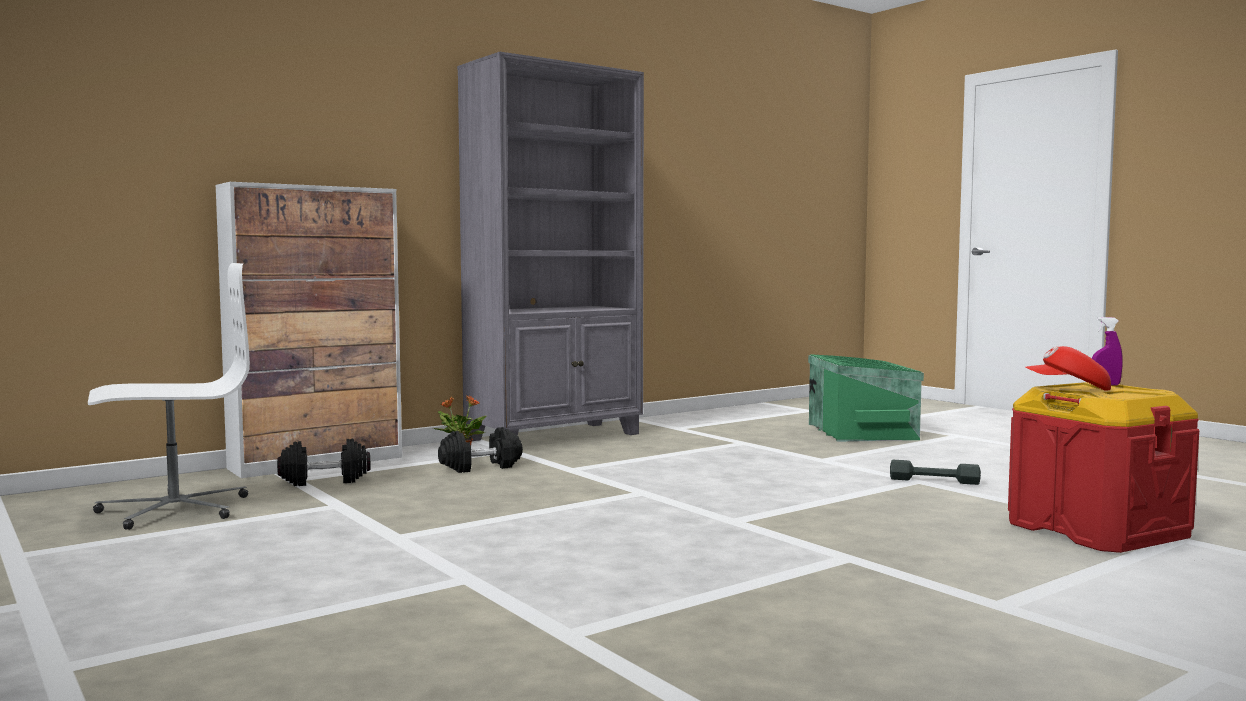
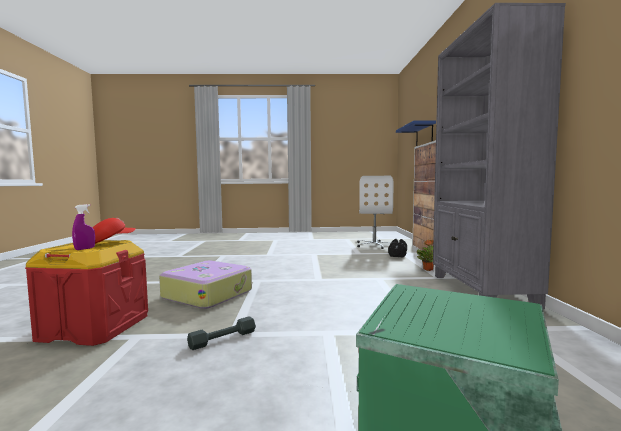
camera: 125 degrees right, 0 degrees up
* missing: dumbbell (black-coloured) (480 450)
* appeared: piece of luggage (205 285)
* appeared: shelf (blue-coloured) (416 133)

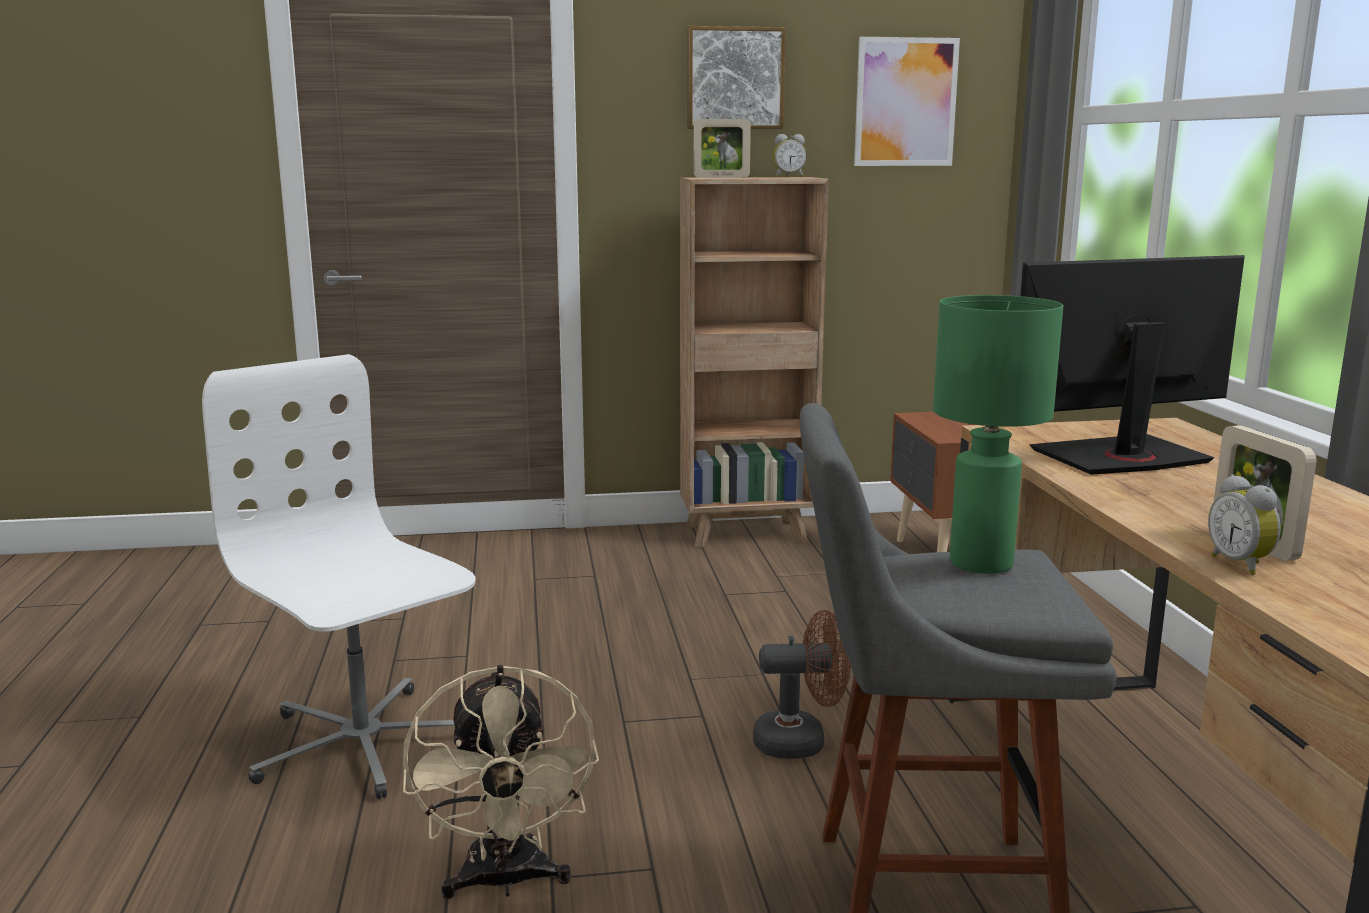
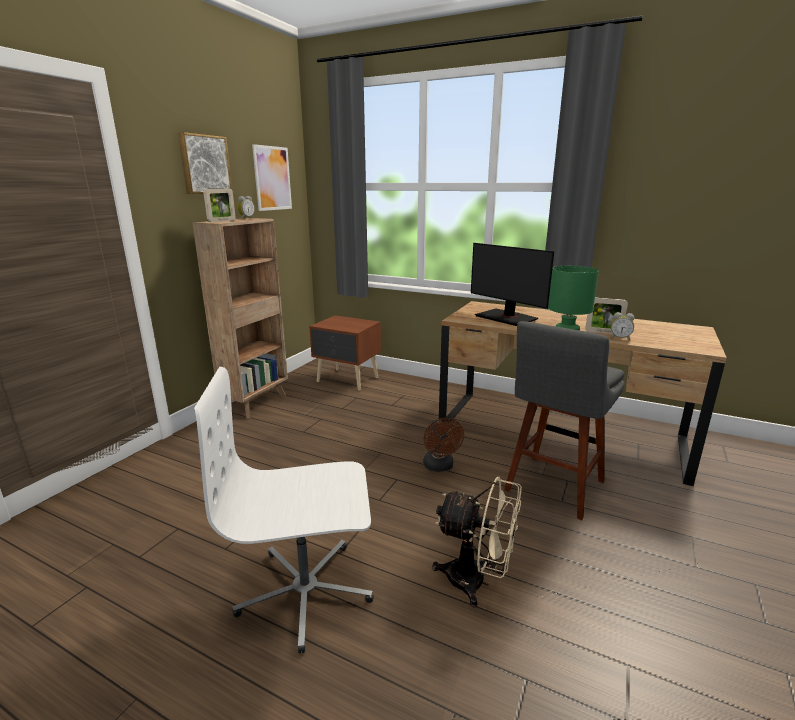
camera: 55 degrees left, 5 degrees up
* spun: cooling fan (brownish) (801 684) = (443 445) 135 degrees clockwise
* spun: computer display (1132 365) = (512 284) 60 degrees counterclockwise

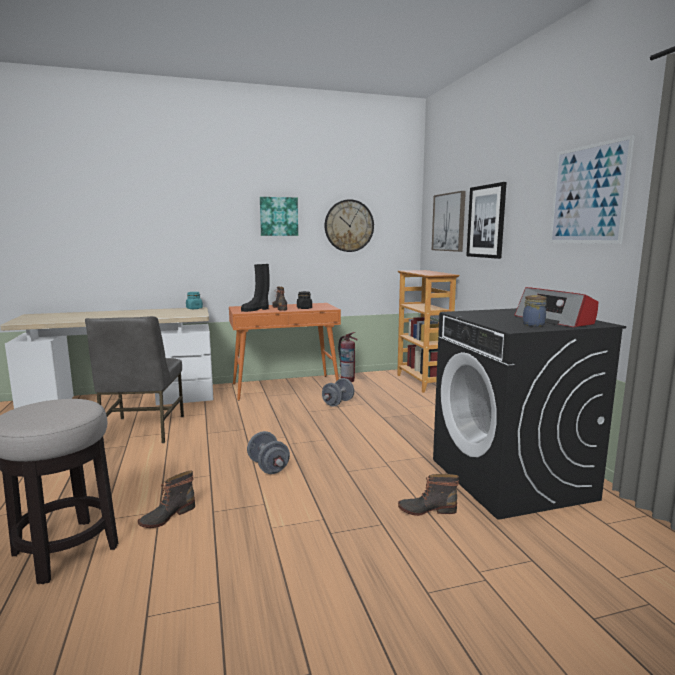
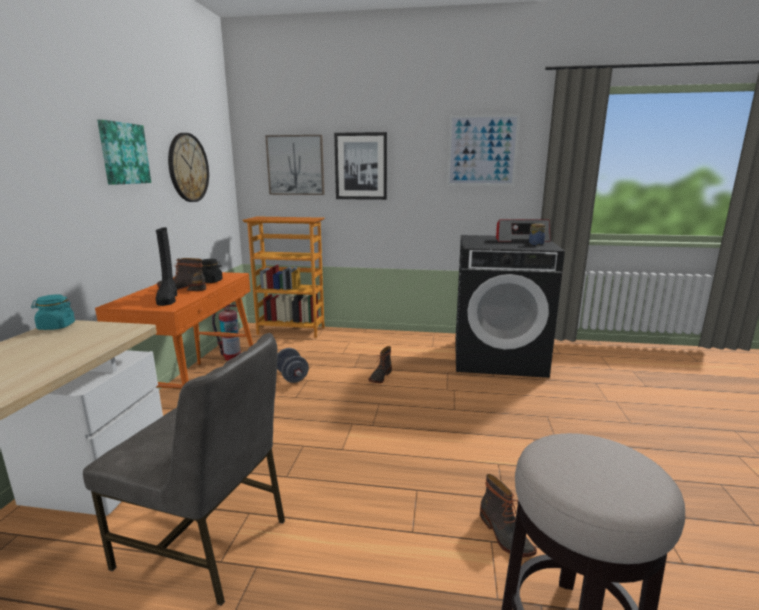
camera: 65 degrees left, 5 degrees up
* missing: dumbbell (gray) (268 452)
* relocated: high-top boot (428 495) to (380 364)

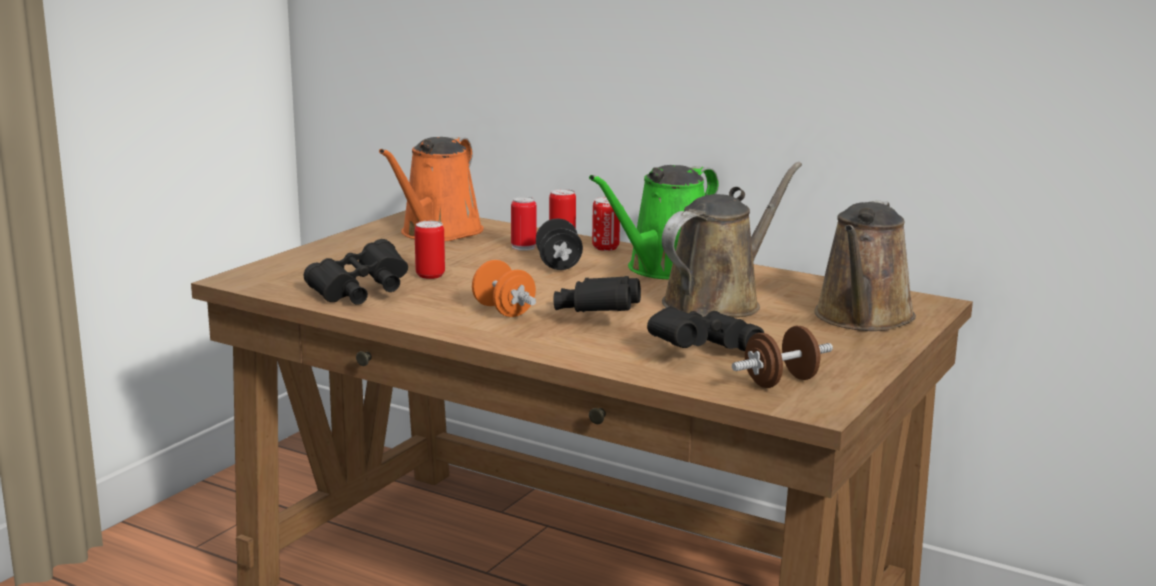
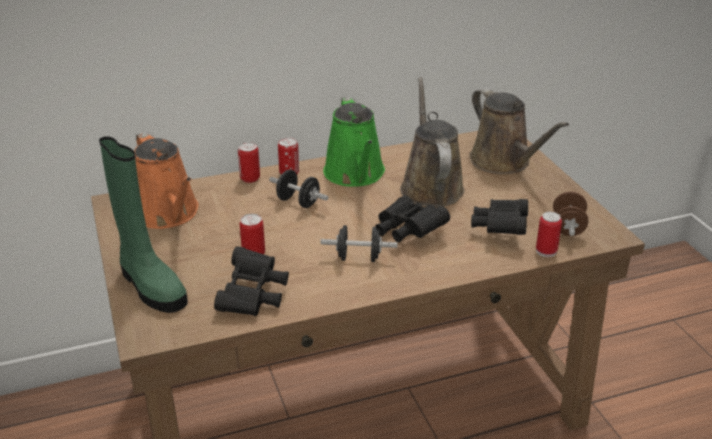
camera: 50 degrees left, 15 degrees up
* appeared: high-top boot (green) (143 224)
* relocated: sealed can (524 224) to (549 234)
* colour: dumbbell (orangey) (504 288) to dumbbell (black-coloured) (359 243)

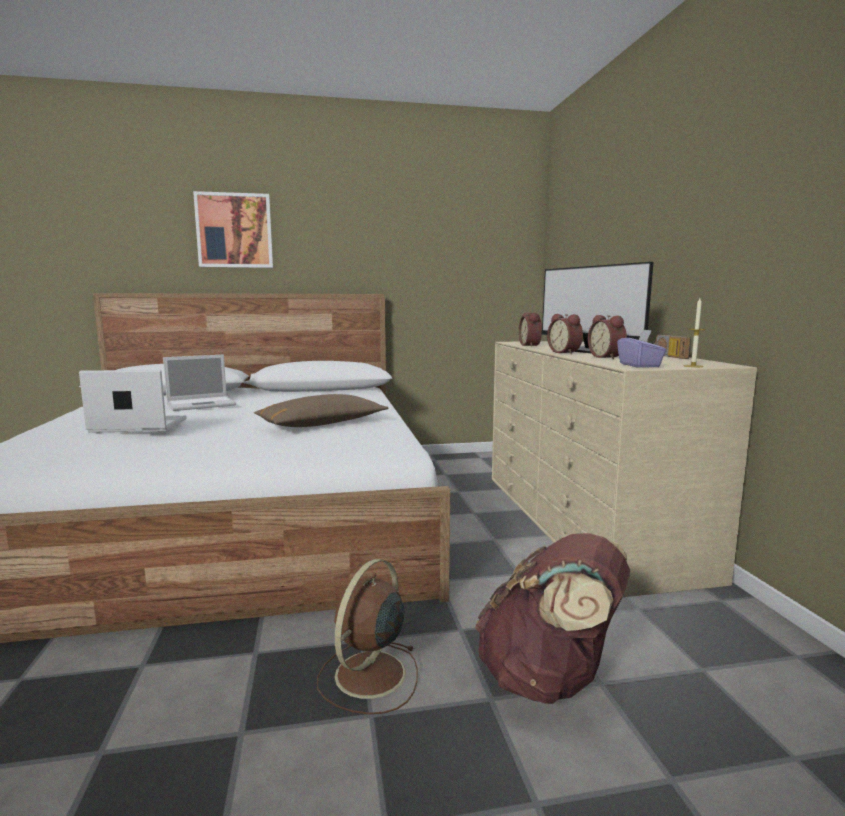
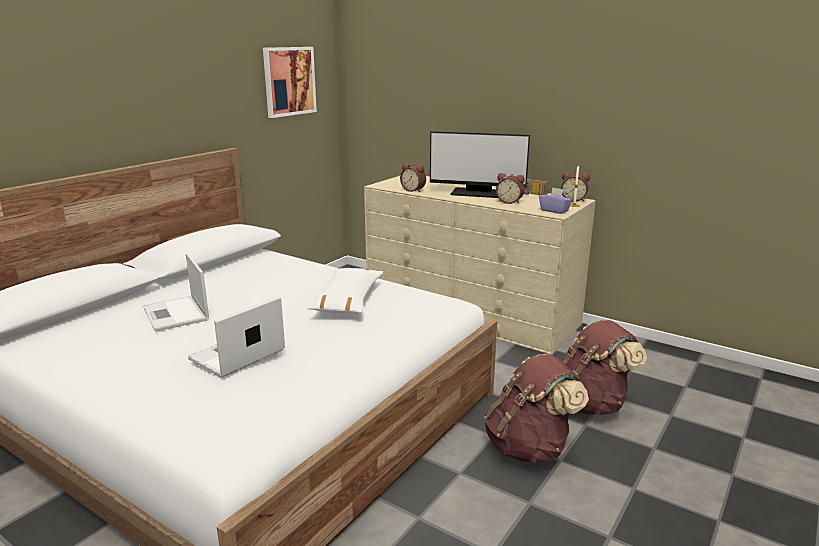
camera: 45 degrees left, 10 degrees up
* relocated: wall art (233 229) to (290 82)
* relocated: bedside clock (565 334) to (575 187)
* exchanged: cooling fan (brownish) (367 636) to backpack (brownish) (536 408)
* colour: cushion (brownish) (321 410) to cushion (white-coloured) (345 290)
* spun: portable computer (199 383) = (176 292) 135 degrees clockwise

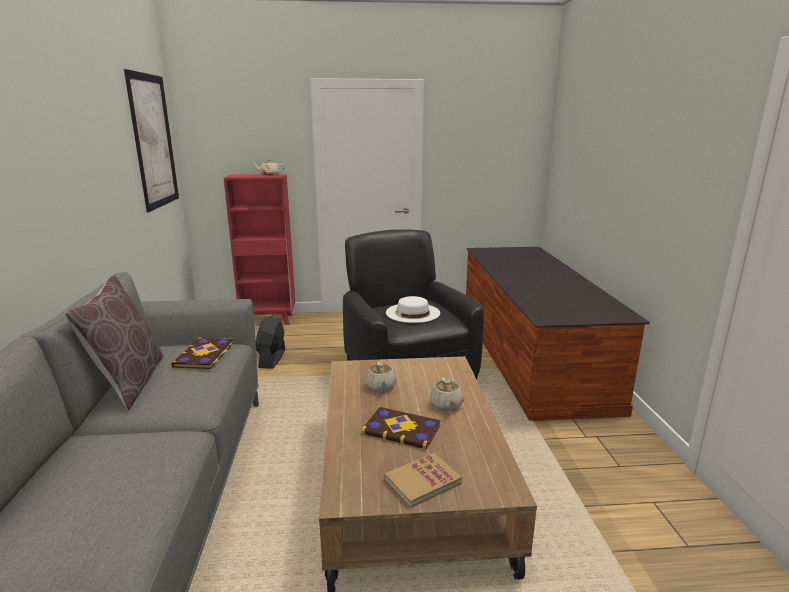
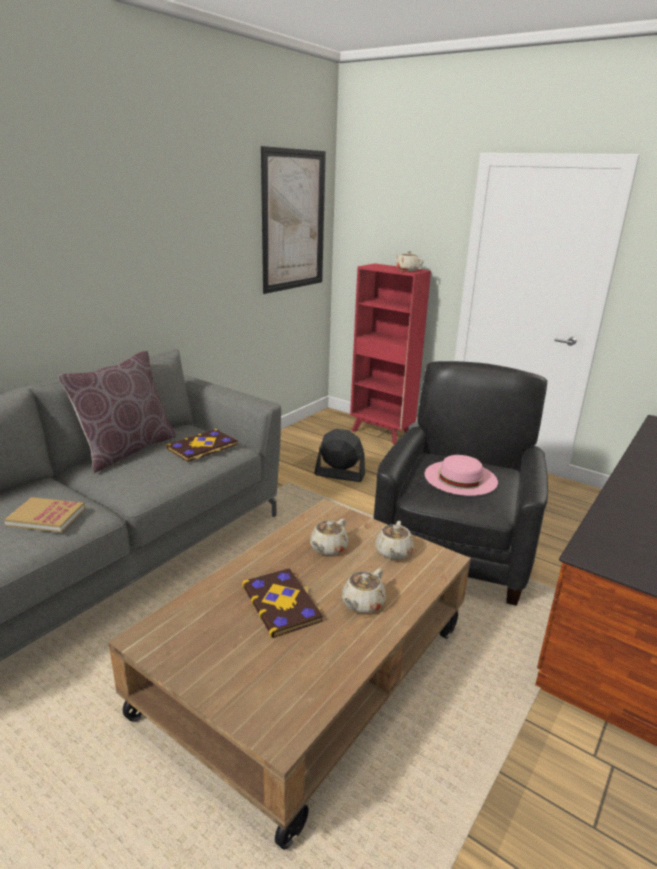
camera: 40 degrees right, 5 degrees up
* appeared: teapot (beige) (395 540)
* relocated: book (423 480) to (44 515)
* colour: clothing hat (white-coloured) (413 309) to clothing hat (pink-coloured) (461 475)
* spun: cooling fan (black-coloured) (270 342) = (339 455) 60 degrees clockwise

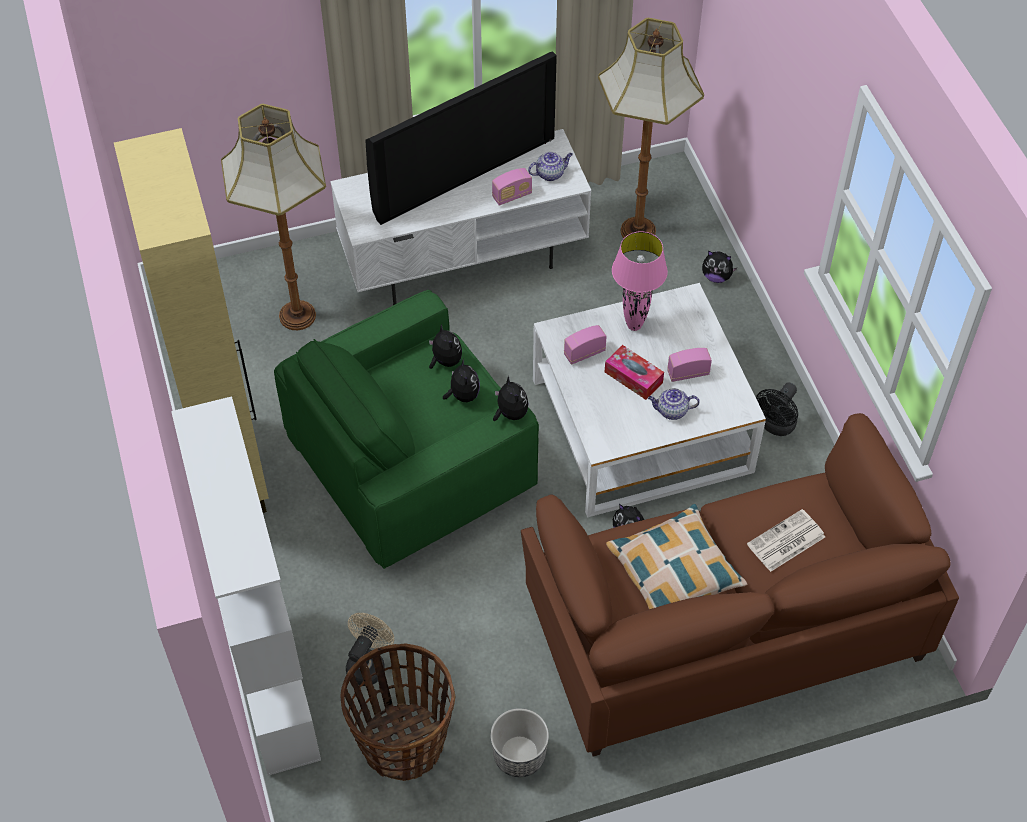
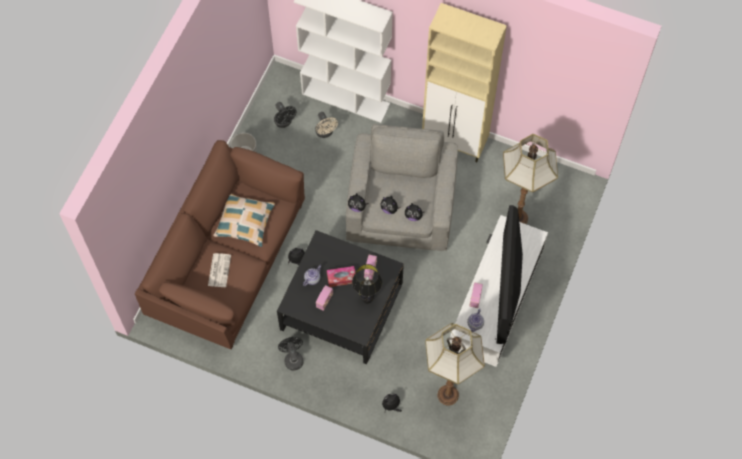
camera: 130 degrees right, 10 degrees up
* exchanged: household basket (398 712) to cooling fan (black-coloured) (285 115)
* colour: lounge chair (green) (406 429) to lounge chair (gray) (402 187)
* colour: lounge table (white-coloured) (649 400) to lounge table (black-coloured) (340 297)
* colour: lamp for a table (pink-coloured) (640 281) to lamp for a table (black-coloured) (367 284)

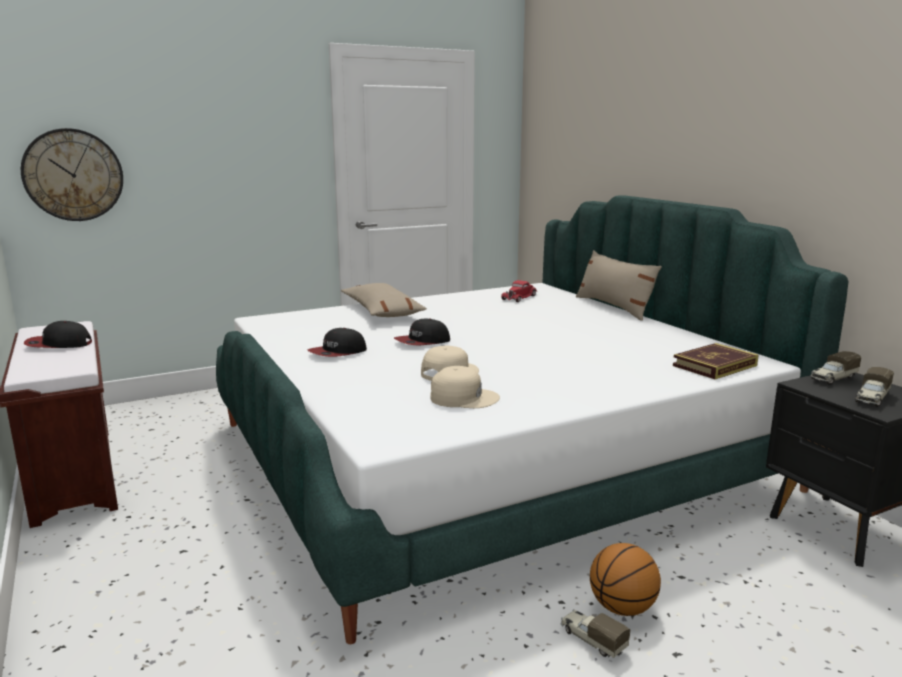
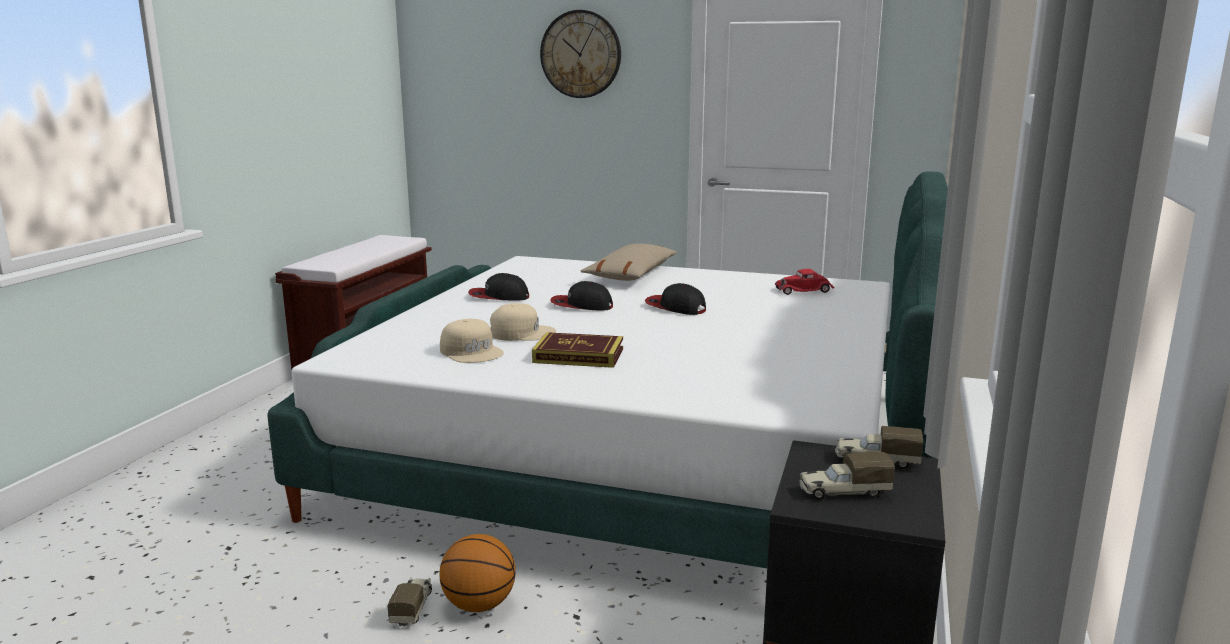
camera: 45 degrees right, 0 degrees up
* missing: cushion (beige) (619 285)
* relocated: clock on the wall (72 174) to (580 54)
* relocated: baseball cap (58 334) to (675 299)
* relocated: book (716 361) to (577 350)

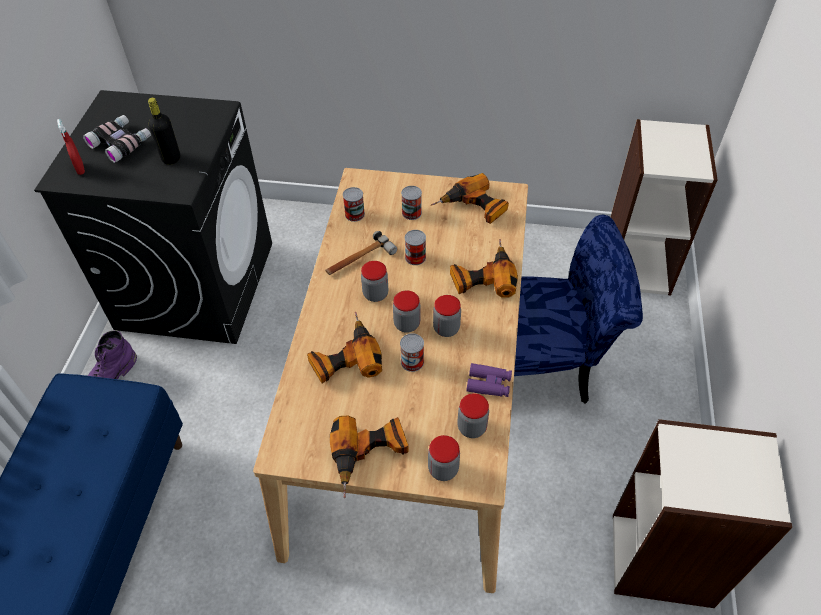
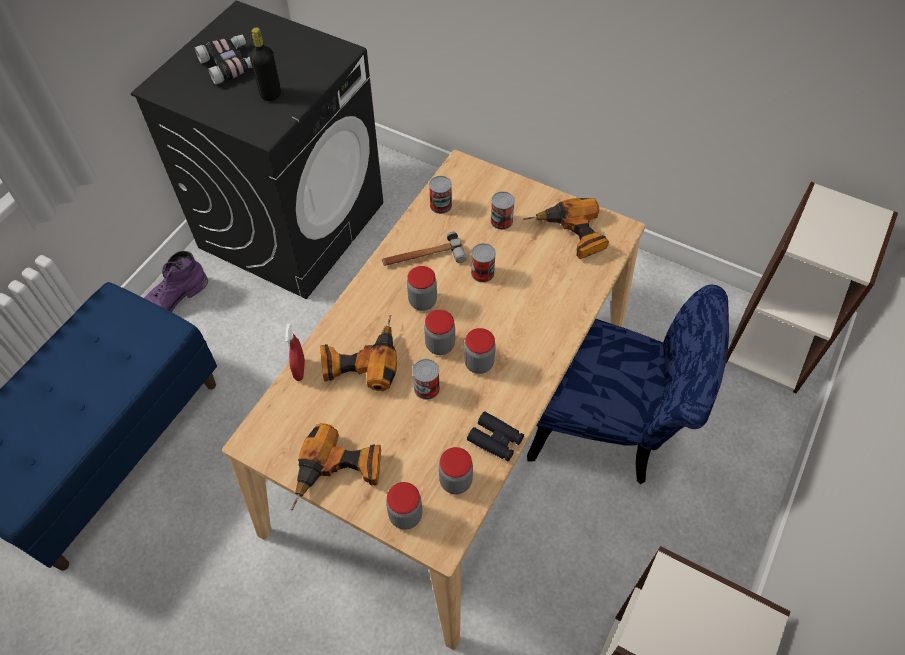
camera: 20 degrees right, 5 degrees up
* missing: drill (484 268)
* relocated: hand sprayer (red-coloured) (71 147) to (295 352)
* colour: field glasses (purplish) (489 380) to field glasses (black-coloured) (495 436)

